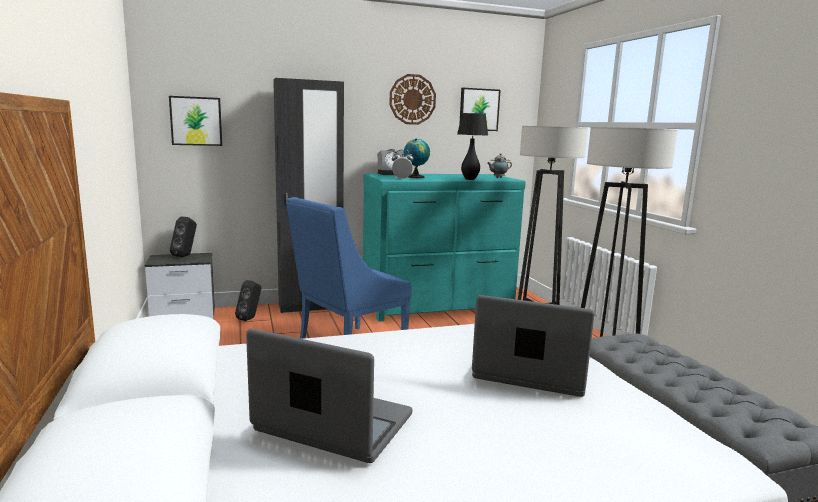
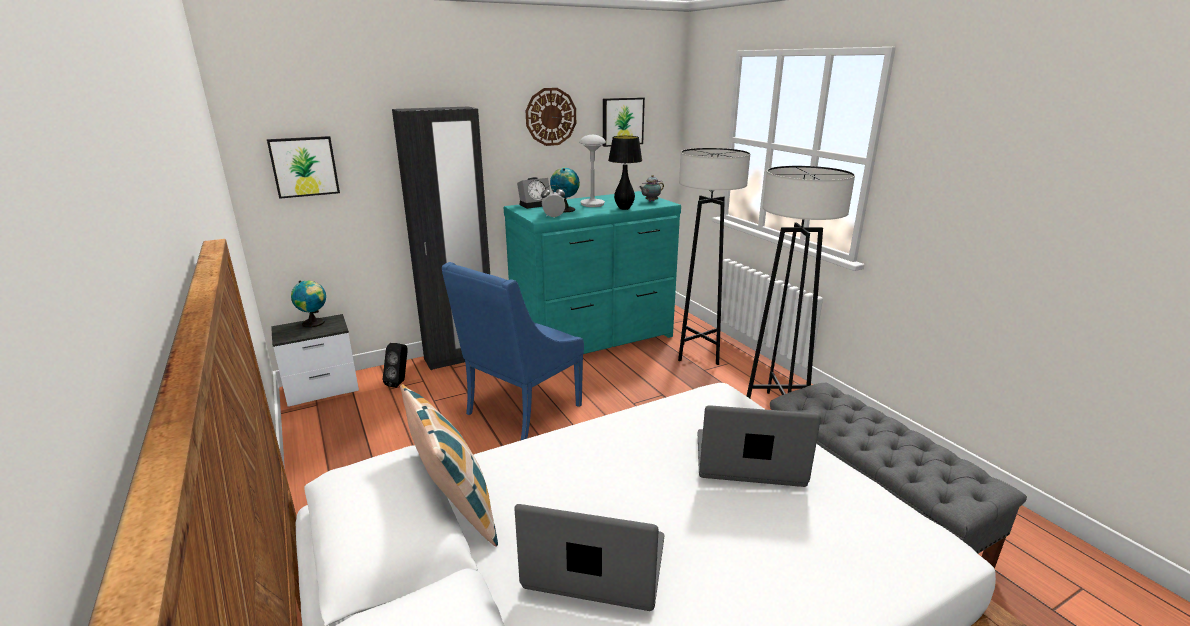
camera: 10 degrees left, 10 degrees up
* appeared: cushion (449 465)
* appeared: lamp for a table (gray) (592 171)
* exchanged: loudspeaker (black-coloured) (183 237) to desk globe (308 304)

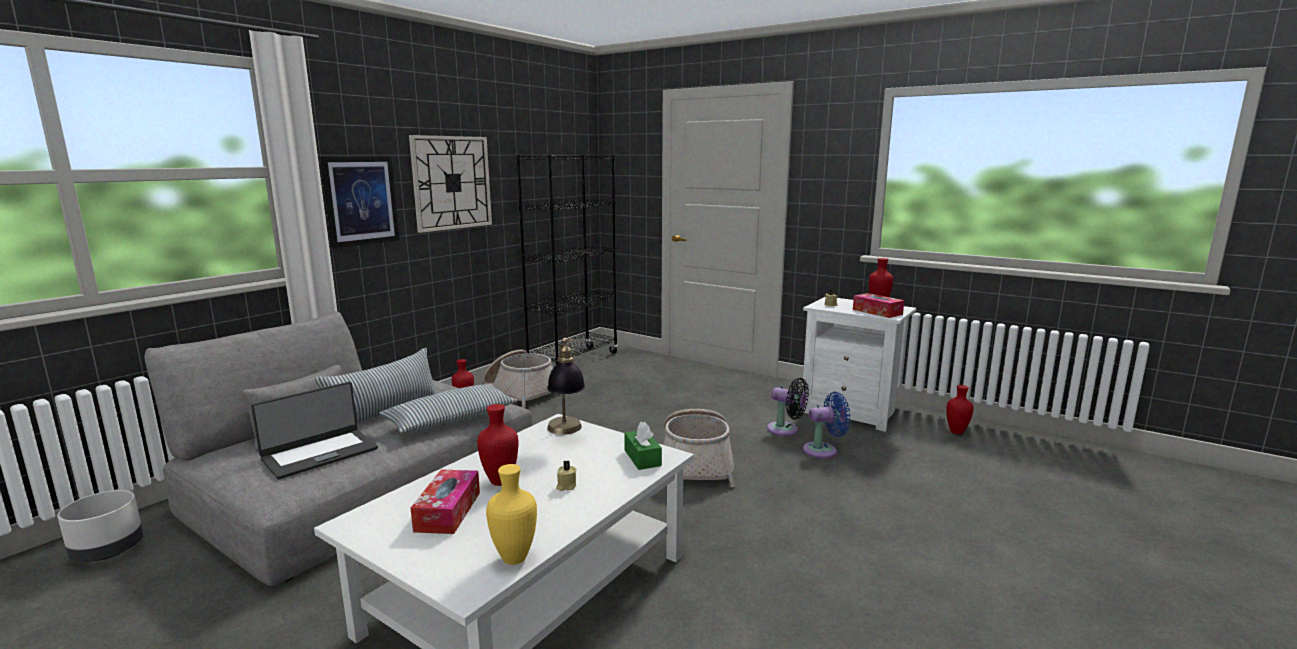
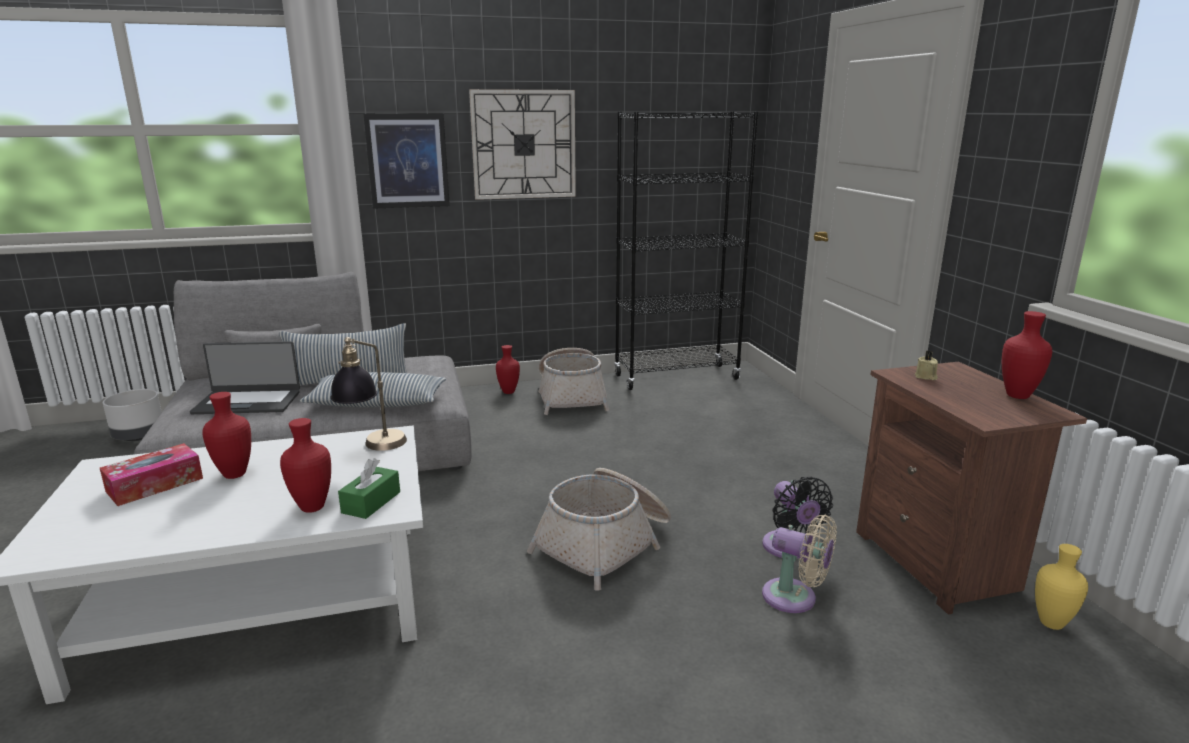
camera: 40 degrees right, 5 degrees up
* missing: wax light (beige) (566 475)
* missing: tissue holder (878 305)
* relocated: vase (yellowish) (511 514) to (1061 587)
* relocated: vase (red-coloured) (960 410) to (305 465)
* colour: nightstand (white-coloured) (859 364) to nightstand (brownish) (971 488)
* colour: cooling fan (blue-coloured) (826 425) to cooling fan (beige) (799 564)

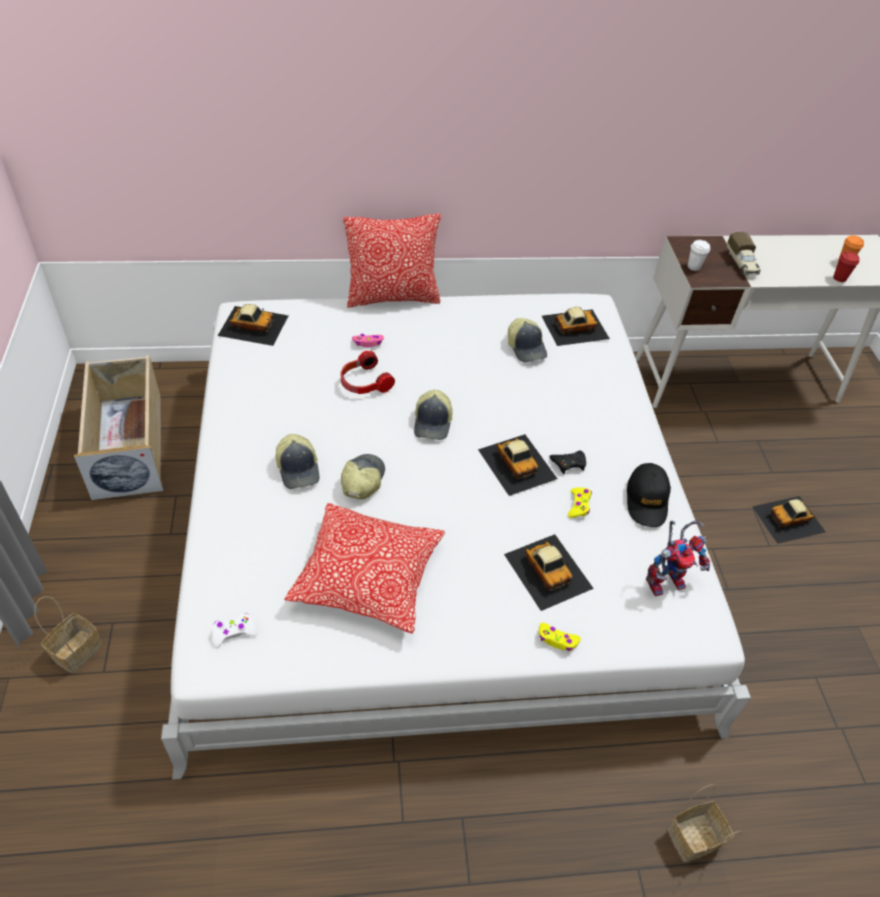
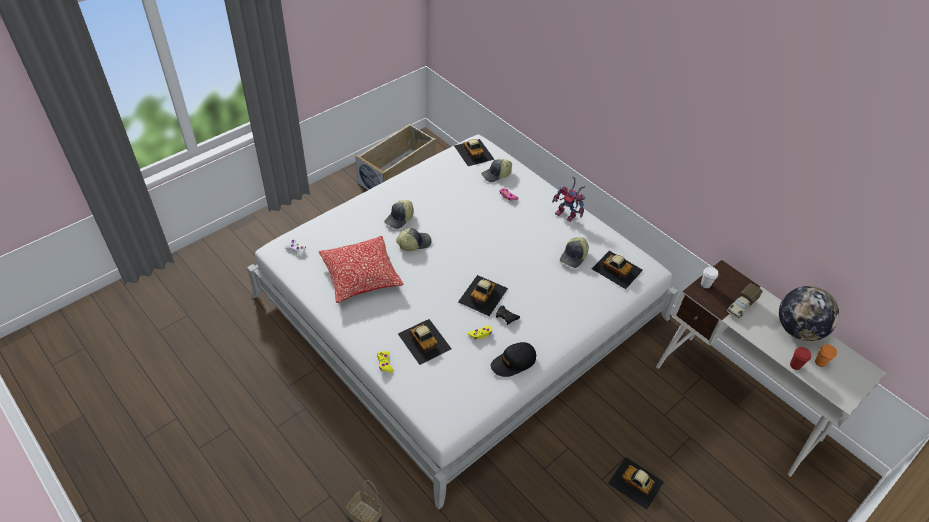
camera: 55 degrees right, 0 degrees up
* missing: household basket (68 634)
* missing: headset (368 372)
* missing: cushion (392 261)
* appeared: desk globe (809 313)
* relocated: baseball cap (433 415) to (496 170)
* relocated: toy robot (678 558) to (569 199)
* spun: miniature car (549 572) = (425 342) 60 degrees counterclockwise

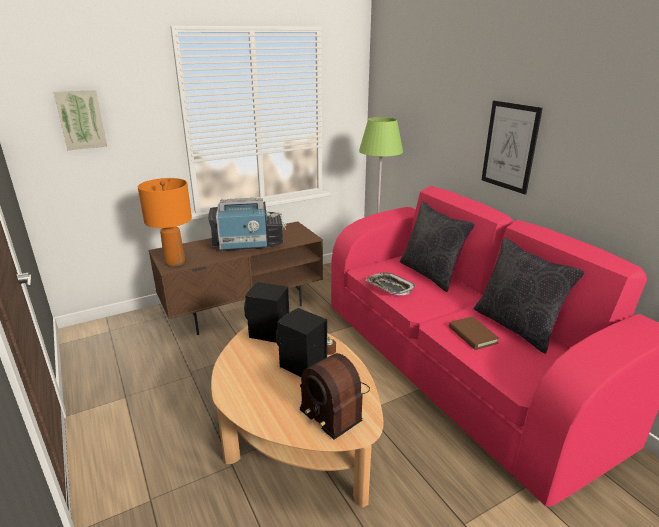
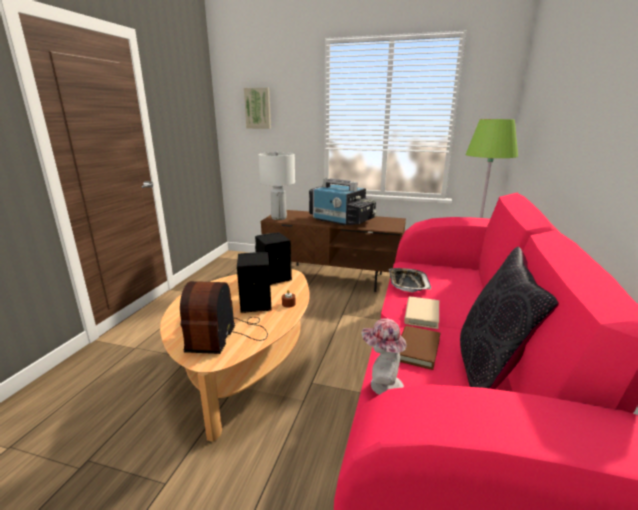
camera: 45 degrees right, 5 degrees down
* missing: cushion (black-coloured) (437 246)
* missing: wall art (512 148)
* appeared: clothing hat (384 356)
* appeared: book (beige) (421 313)
* colour: lamp for a table (orangey) (165 222) to lamp for a table (white-coloured) (276 185)

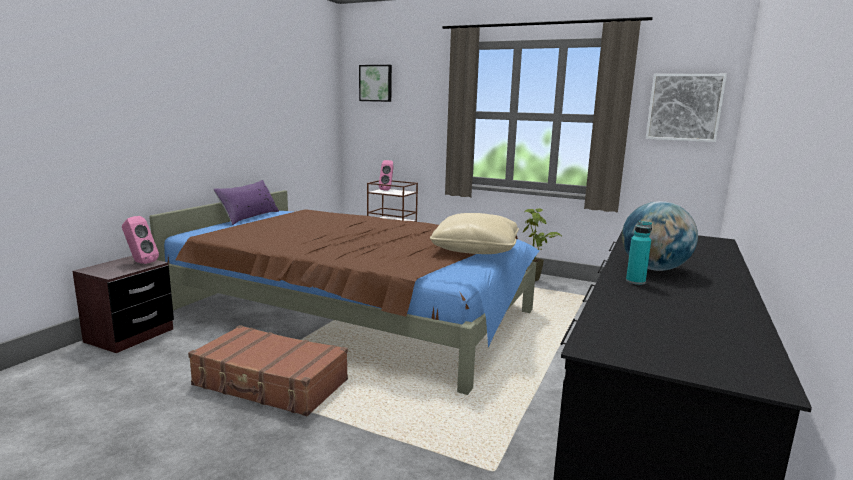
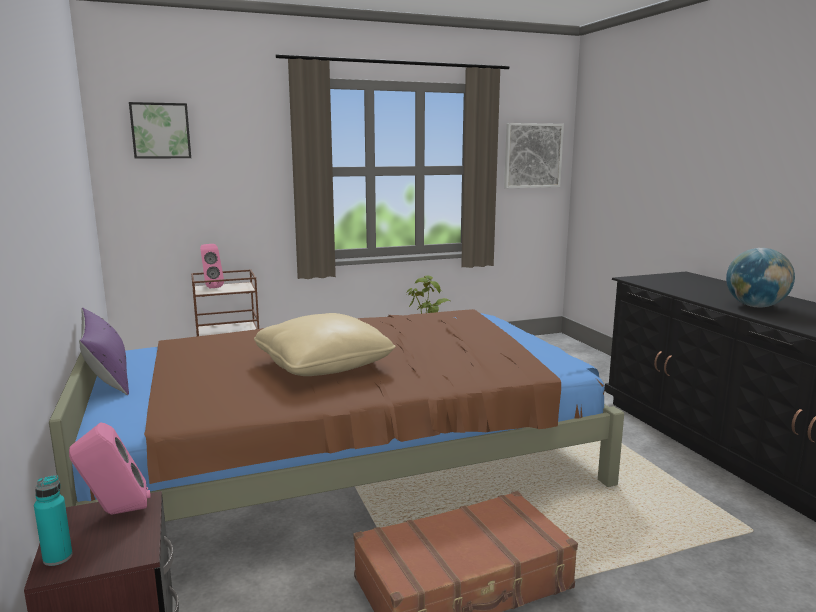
camera: 45 degrees left, 0 degrees up
* relocated: cushion (beige) (474 233) to (325 344)
* relocated: drink bottle (turquoise-coloured) (639 253) to (53 520)

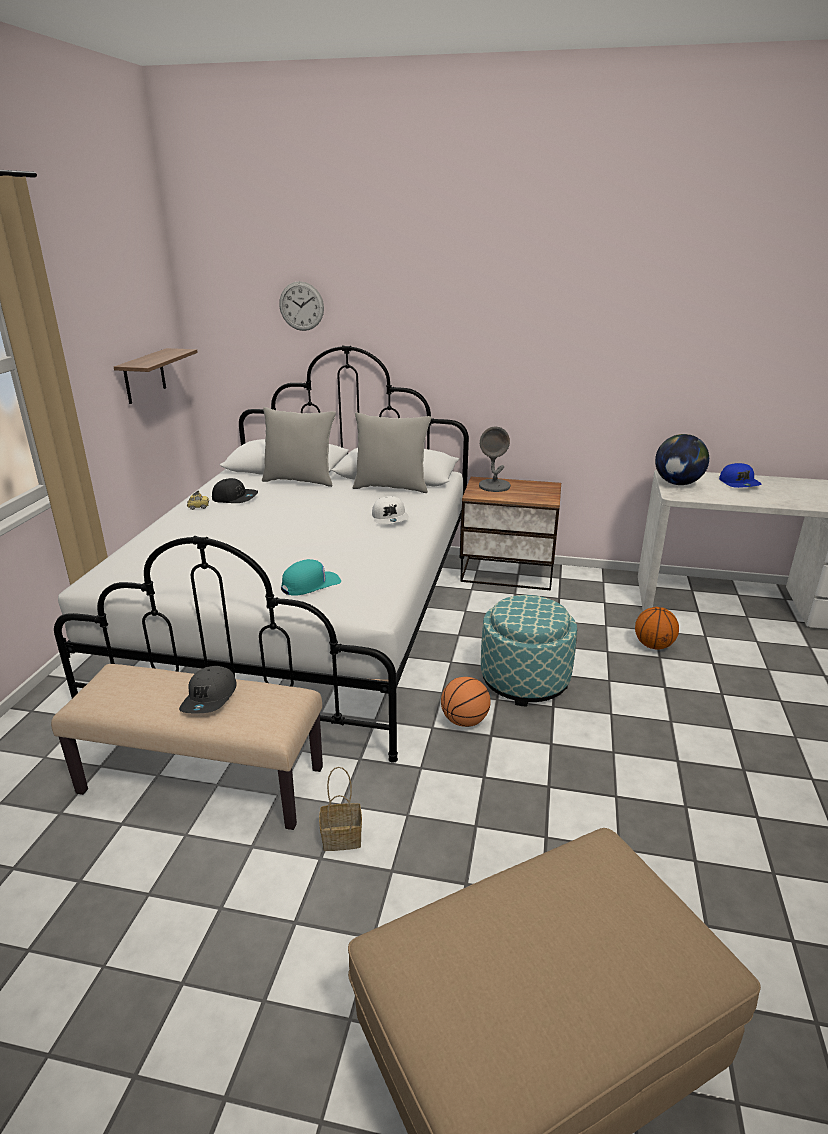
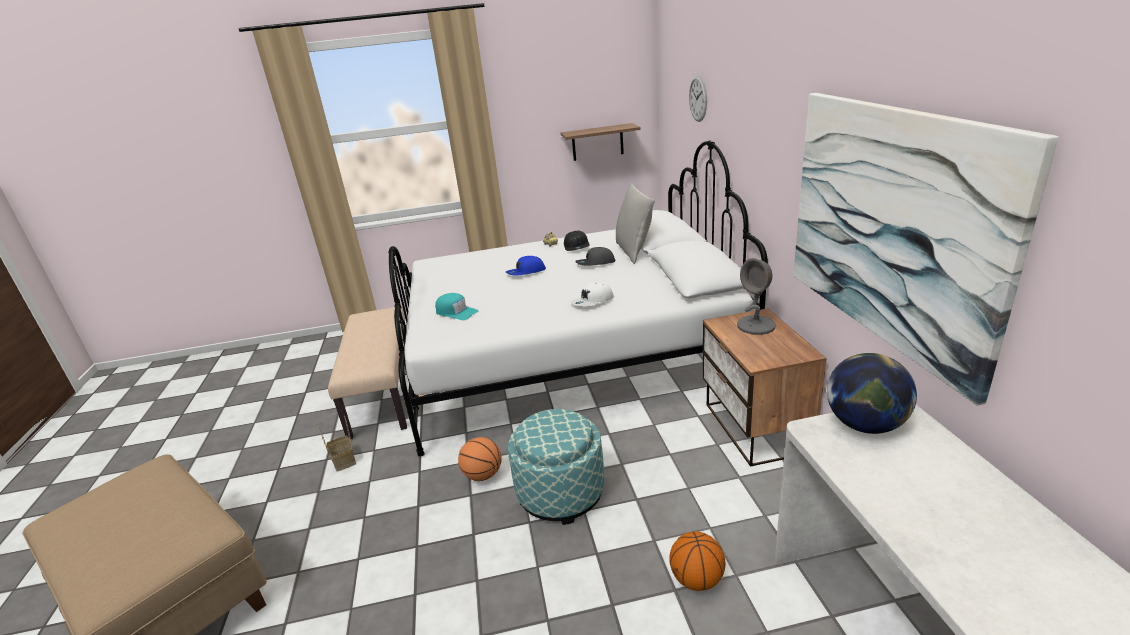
camera: 70 degrees right, 0 degrees up
* missing: cushion (gray) (392 452)
* appeared: wall art (926 249)
* relocated: baseball cap (gray) (208 689) to (595 256)
* relocated: baseball cap (blue-coloured) (740 475) to (526 266)

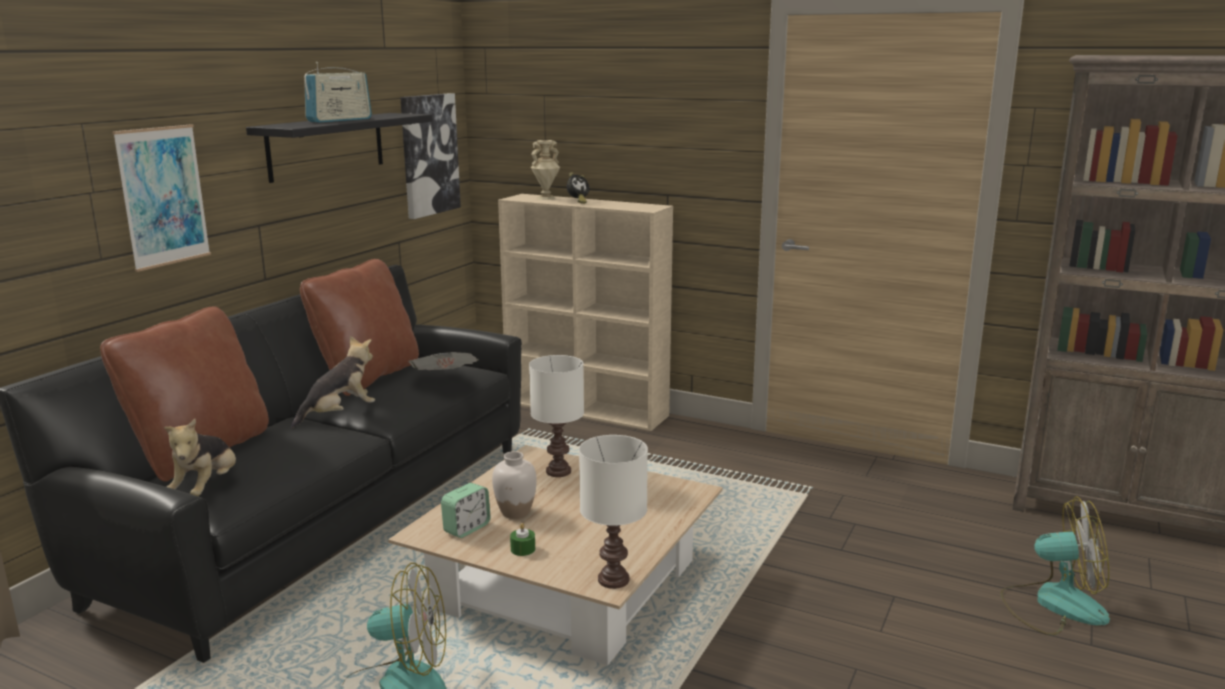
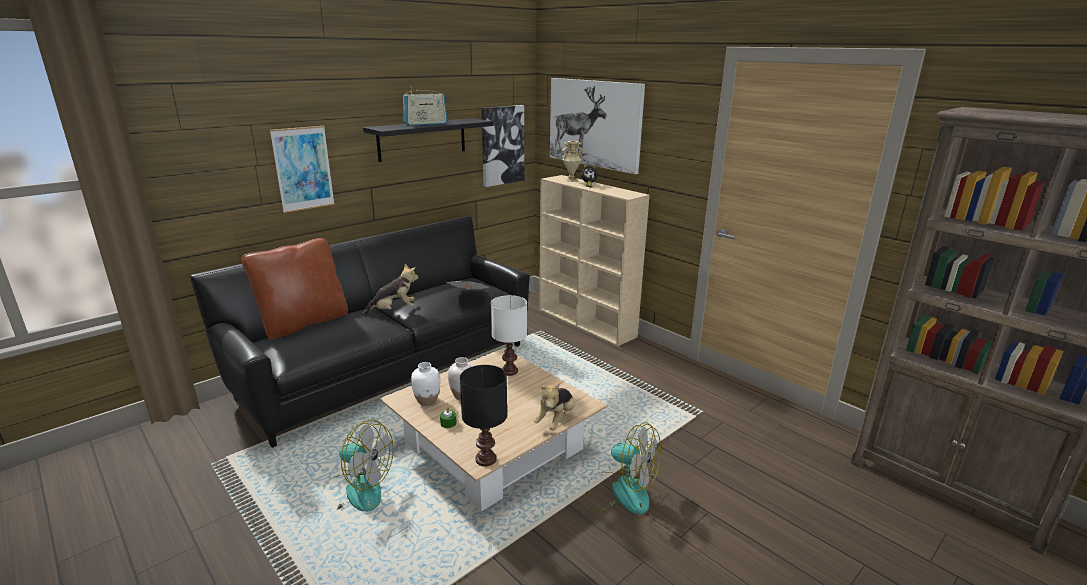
camera: 20 degrees right, 5 degrees up
* missing: cushion (brownish) (359 327)
* appeared: wall art (597 126)
* relocated: plush toy (200 457) to (554 407)
* relocated: cooling fan (1055 565) to (623 468)
* exchanged: bedside clock (466 510) to vase (white-coloured) (426 384)
* colour: lamp for a table (white-coloured) (613 512) to lamp for a table (black-coloured) (483 415)

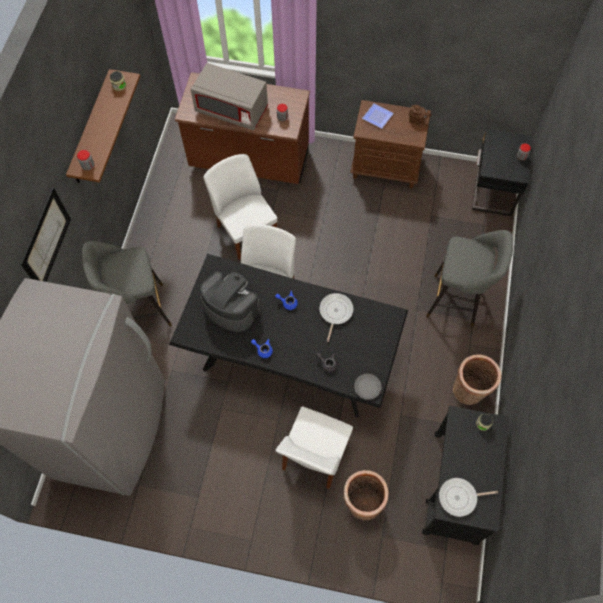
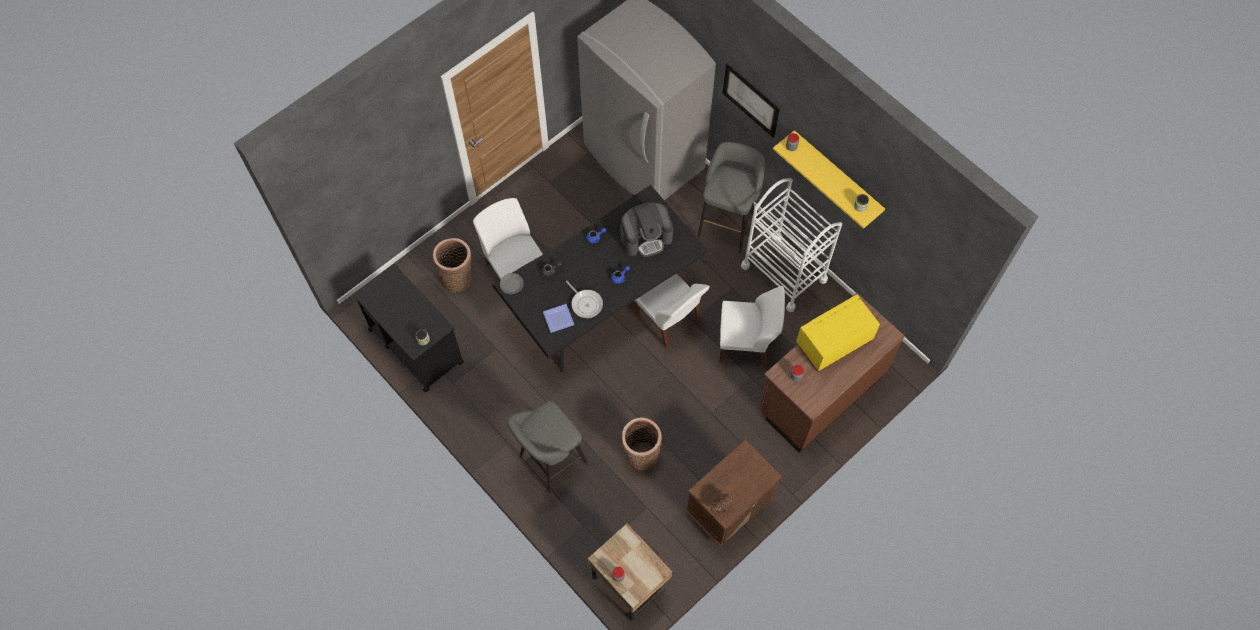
camera: 125 degrees right, 0 degrees up
* missing: pan (468 497)
* appeared: cart (white-coloured) (791 245)
* relocated: flat dish (378 116) to (558 318)
* relocated: household basket (477 379) to (642 443)
* colour: shelf (brownish) (103 126) to shelf (yellowish) (829 179)
* colour: microwave oven (gray) (229 96) to microwave oven (yellowish) (838 333)
* colour: nightstand (black-coloured) (502 172) to nightstand (beige) (630 572)

